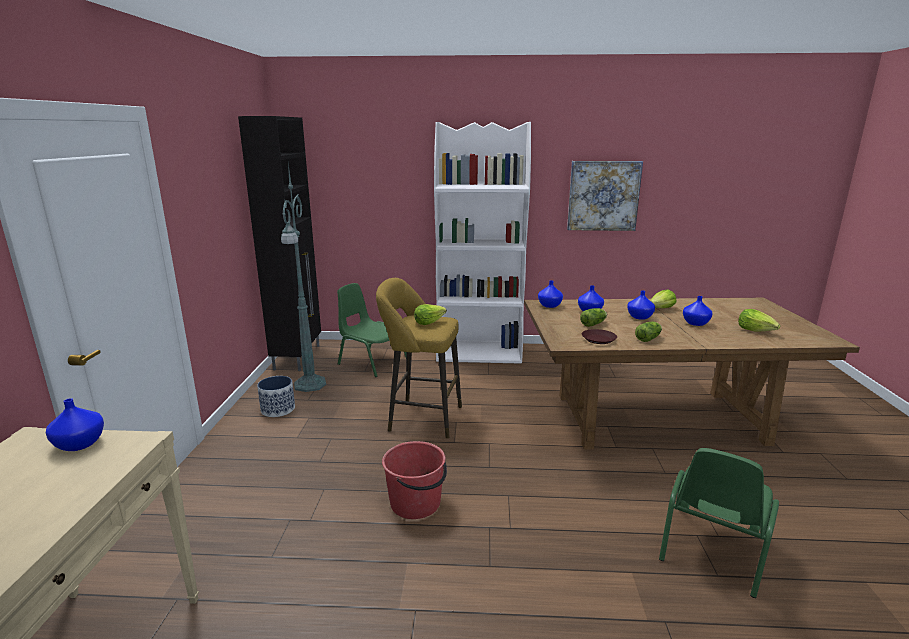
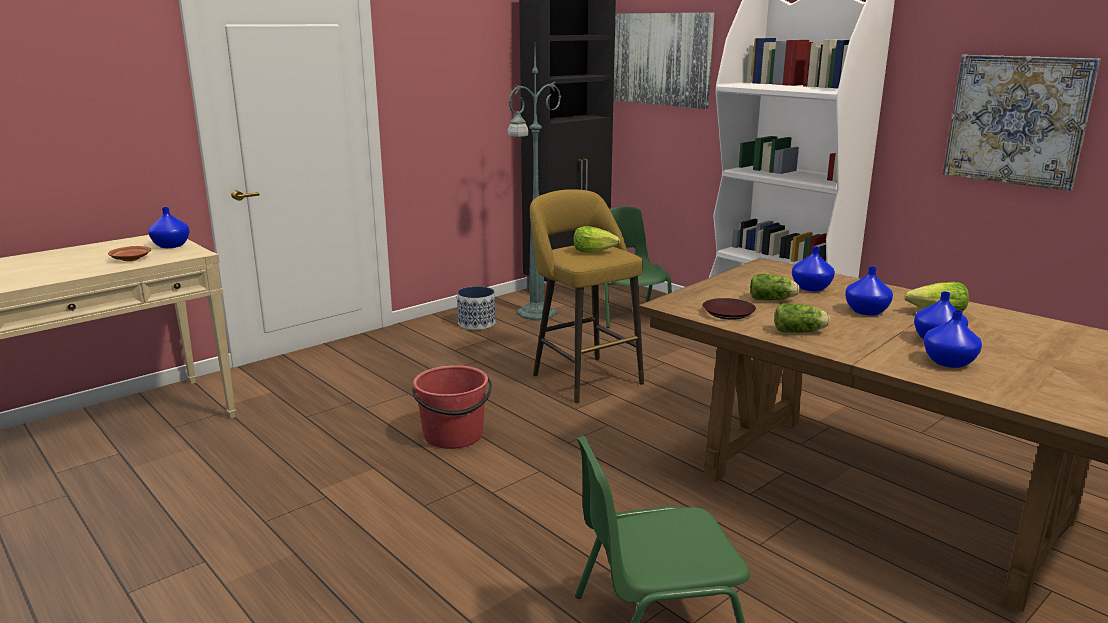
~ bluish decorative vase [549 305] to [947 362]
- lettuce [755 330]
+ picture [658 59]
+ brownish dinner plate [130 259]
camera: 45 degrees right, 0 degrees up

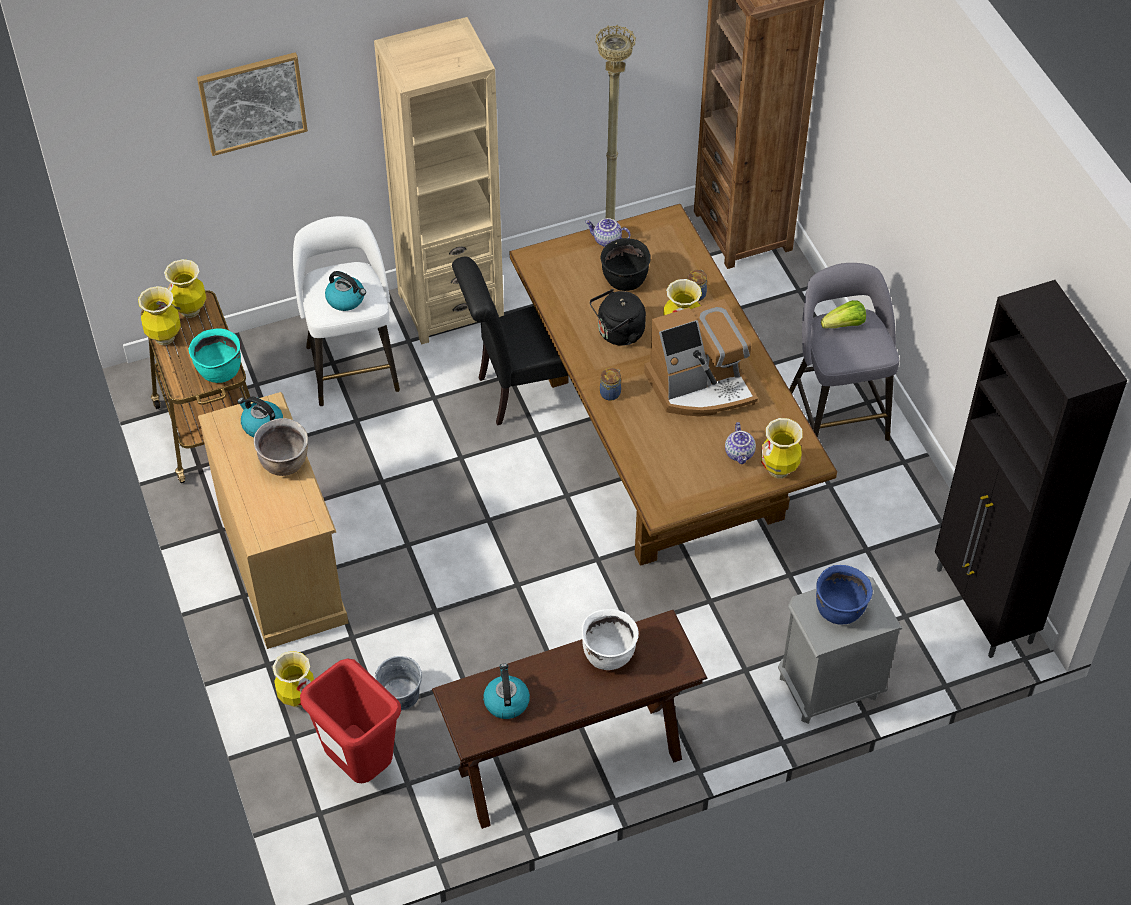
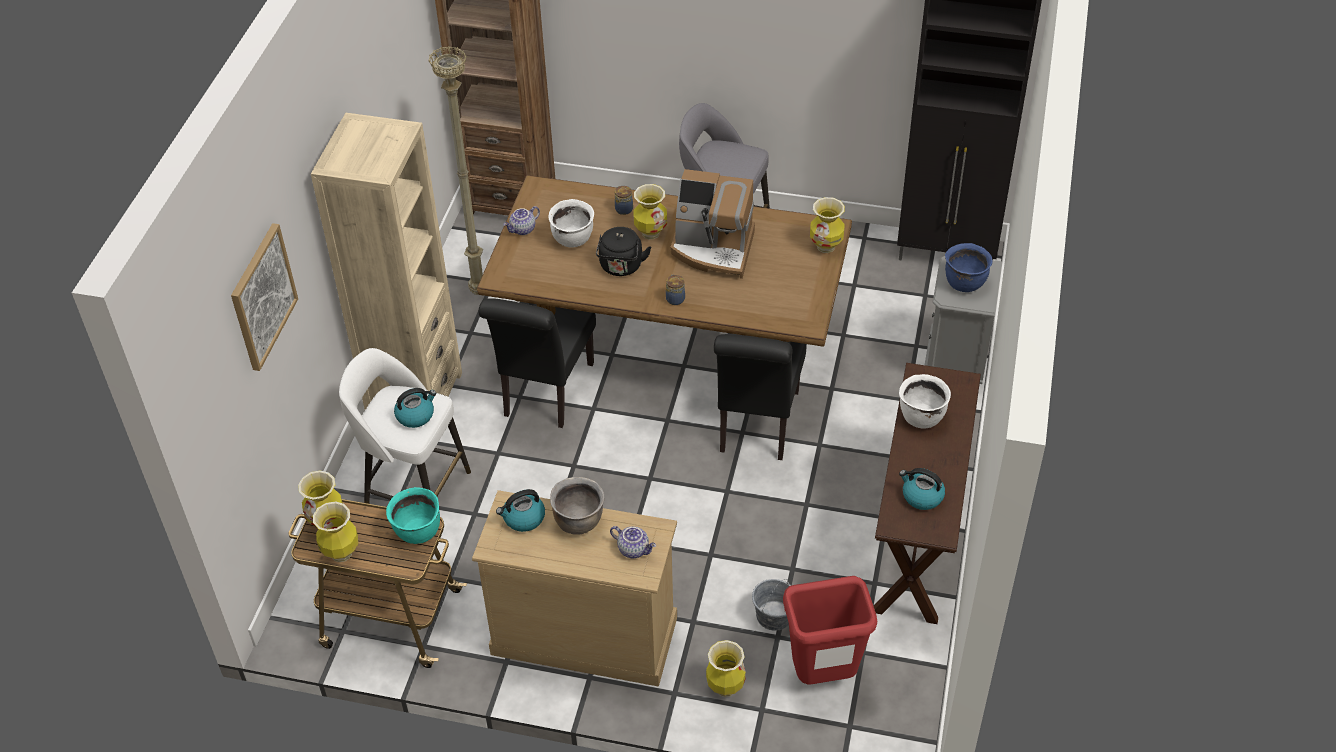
~ black-coloured cooking pot [625 281] to white cooking pot [573 239]
~ coffee machine [700 386] = [713 249] 90 degrees clockwise
- lettuce [844 325]
~ teapot [740 453] to [634 549]
+ black-coloured chair [757 426]
camera: 55 degrees left, 5 degrees down

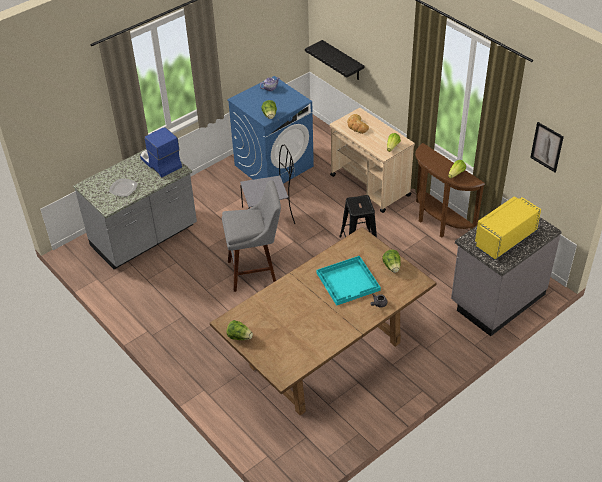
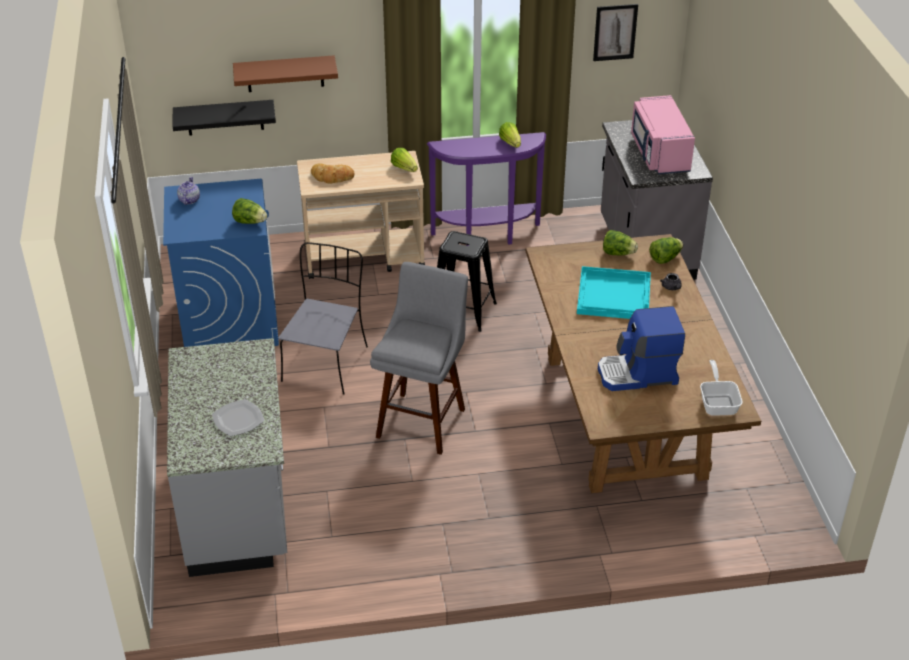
~ coffee machine [160 163] to [638 374]
~ brownish console table [438 224] to purplish console table [487 236]
~ yellow microwave oven [504 239] to pink microwave oven [659 153]
~ lettuce [239 337] to [665 258]
+ brownish shelf [285 74]
+ frying pan [718 402]
camera: 60 degrees left, 5 degrees down

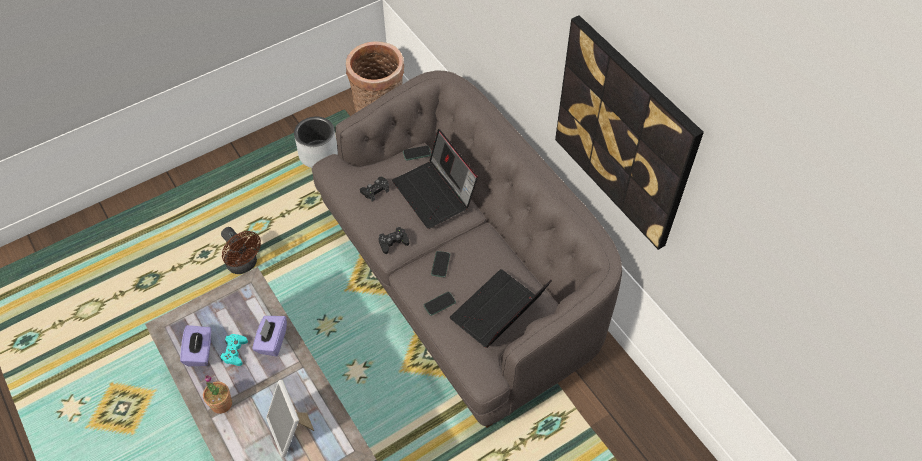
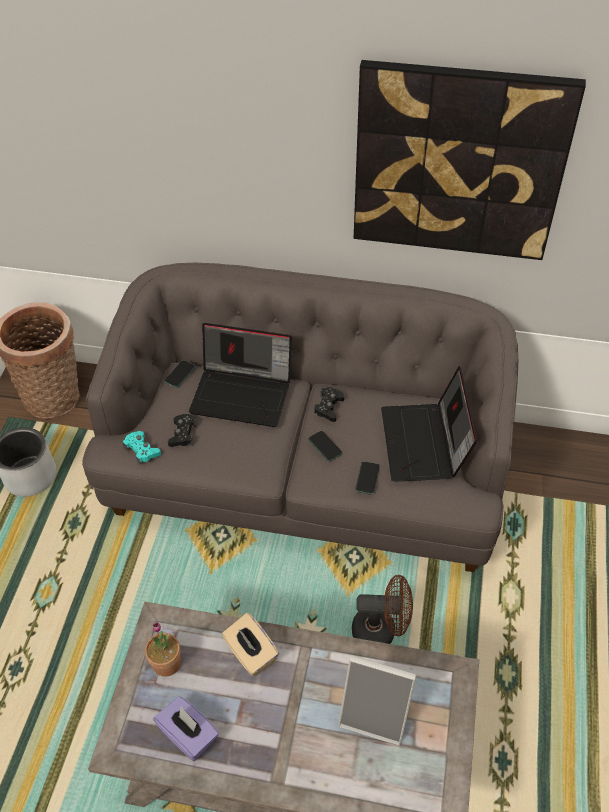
~ brownish fan [244 265] to [381 630]
~ black-coloured game controller [393 242] to [328 407]
~ purplish box of tissues [272 341] to beige-coloured box of tissues [251 654]
~ turquoise game controller [234 352] to [142 450]
~ potted plant [221 404] to [166 663]
camera: 45 degrees left, 5 degrees down

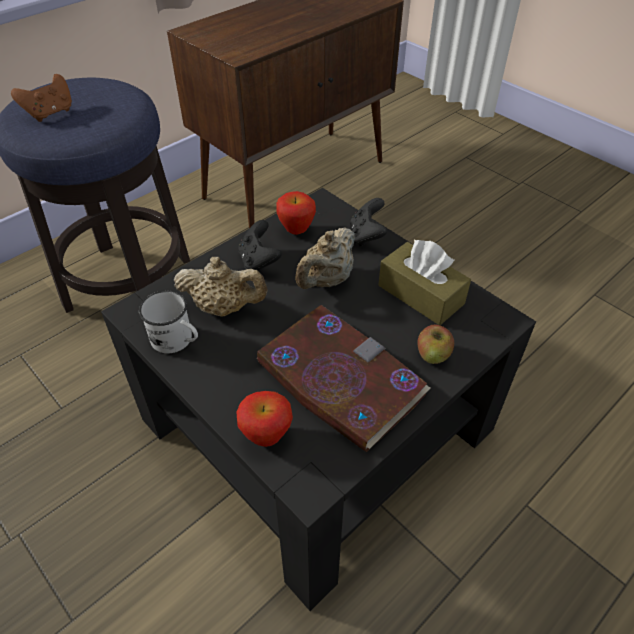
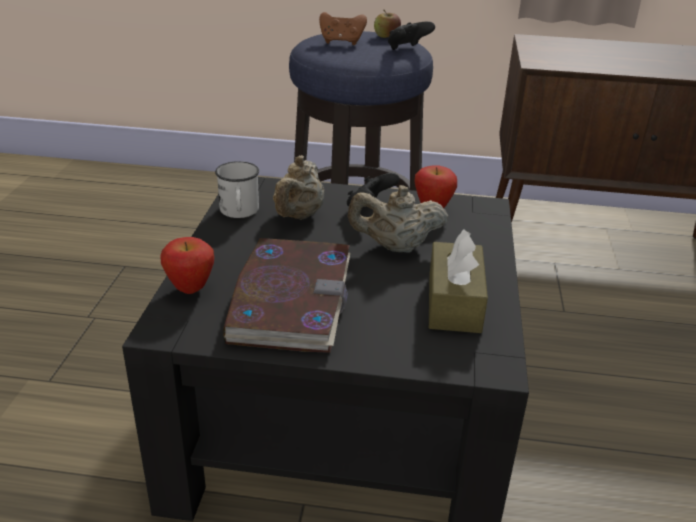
~ black-coloured game controller [366 236] to [407 49]
~ beige-coloured teapot [224 307] = [298 216] 45 degrees clockwise
~ whole apple [433 354] to [386 36]
camera: 50 degrees right, 15 degrees down

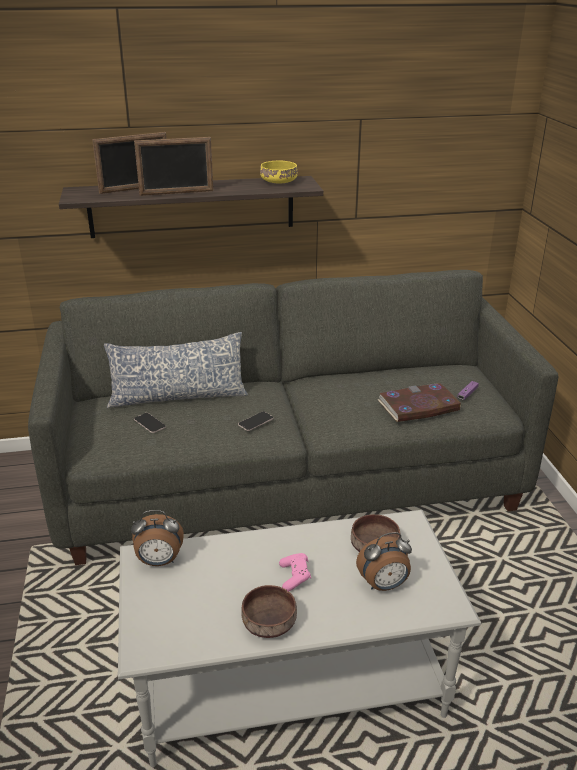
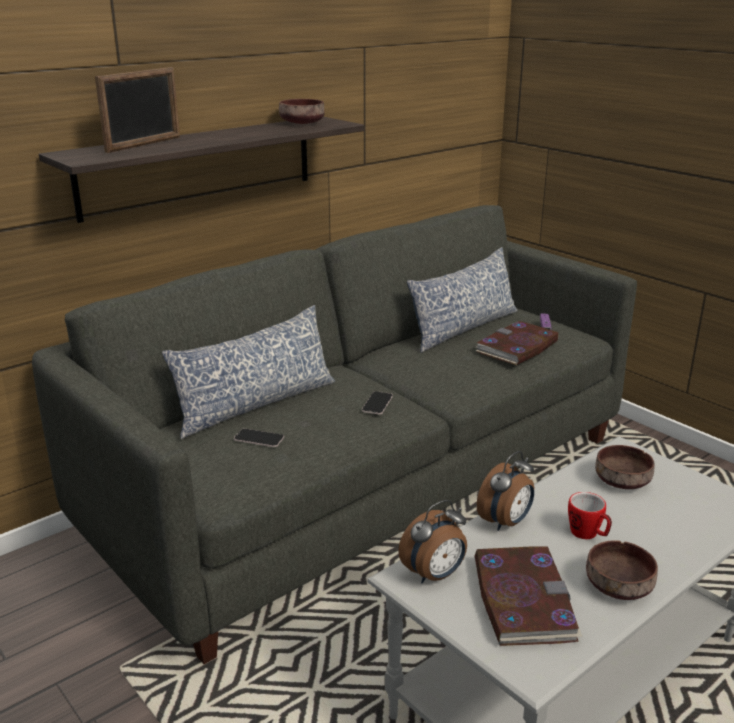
- photo frame [176 193]
~ yellow bowl [279 182] to brownish bowl [303 123]
~ bedside clock [384 585] to [506 522]
~ pink game controller [295 577] to mug [588 534]
+ throw pillow [463 328]
+ book [522 599]
camera: 30 degrees left, 5 degrees down

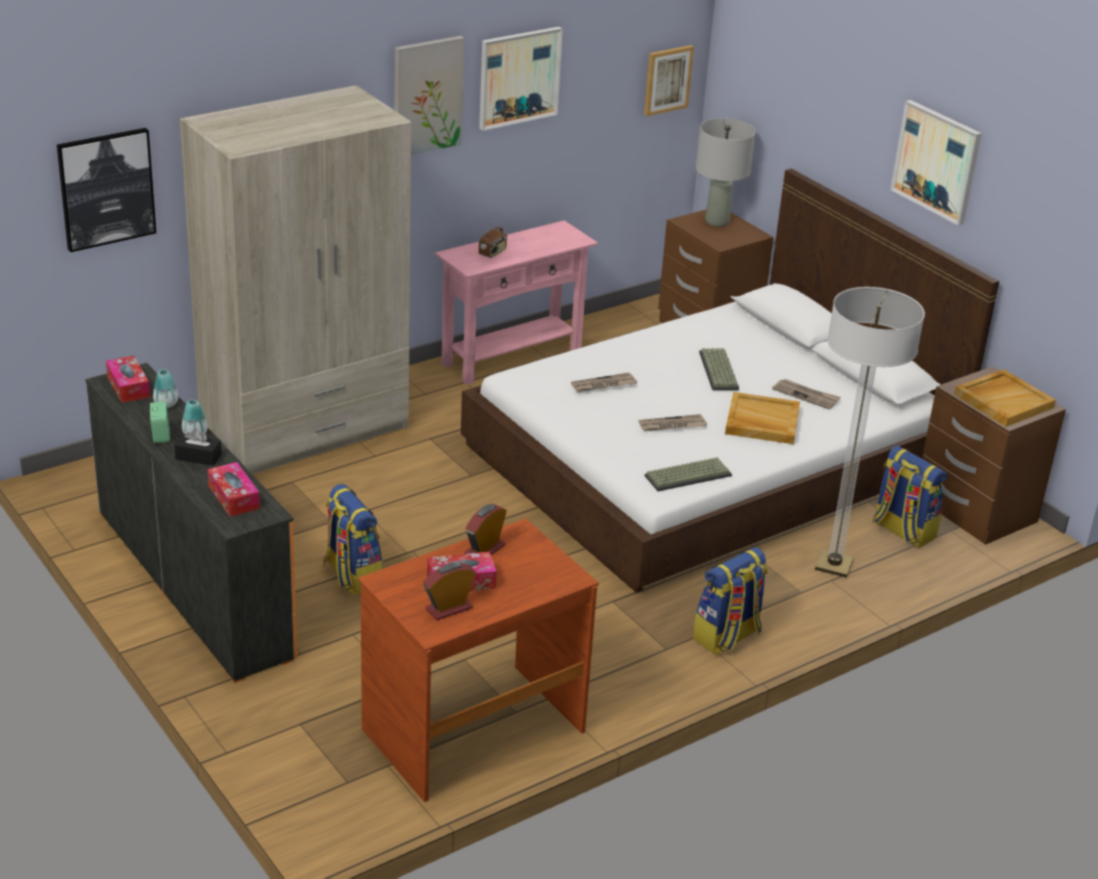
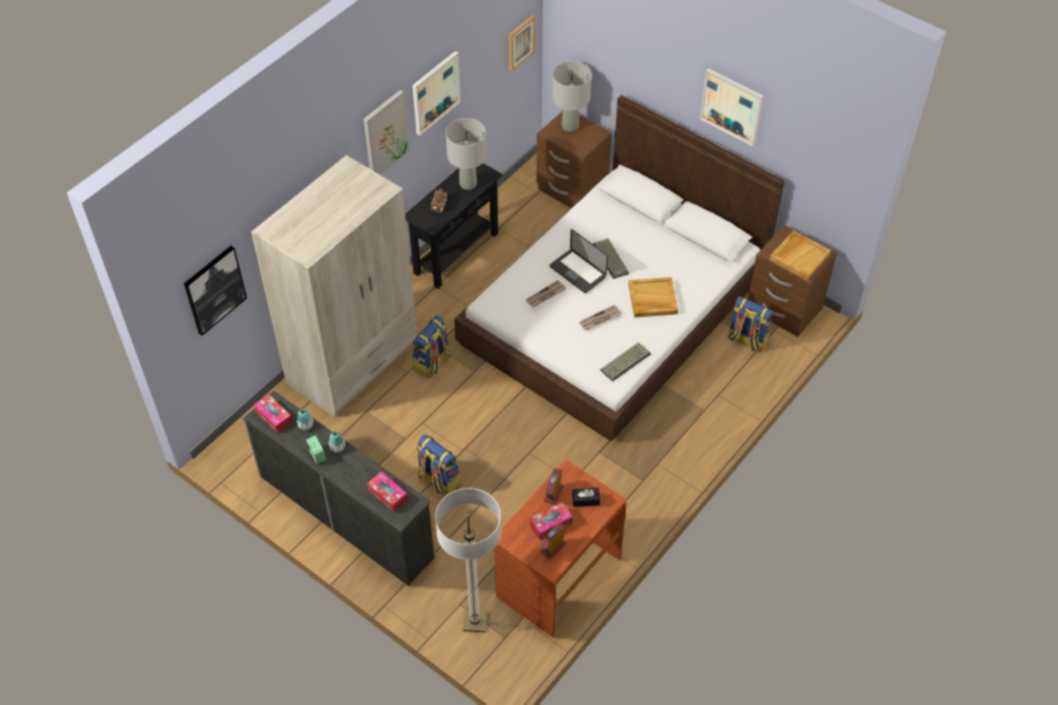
~ pink console table [512 357] to black-coloured console table [456 253]
~ standard lamp [834 565] to [475 621]
- newspaper [806 395]
~ black-coloured box of tissues [198 457] to [586 500]
~ knapsack [727 637] to [432 363]
+ gray lamp for a table [468 184]
+ portable computer [577 272]
camera: 15 degrees left, 20 degrees up

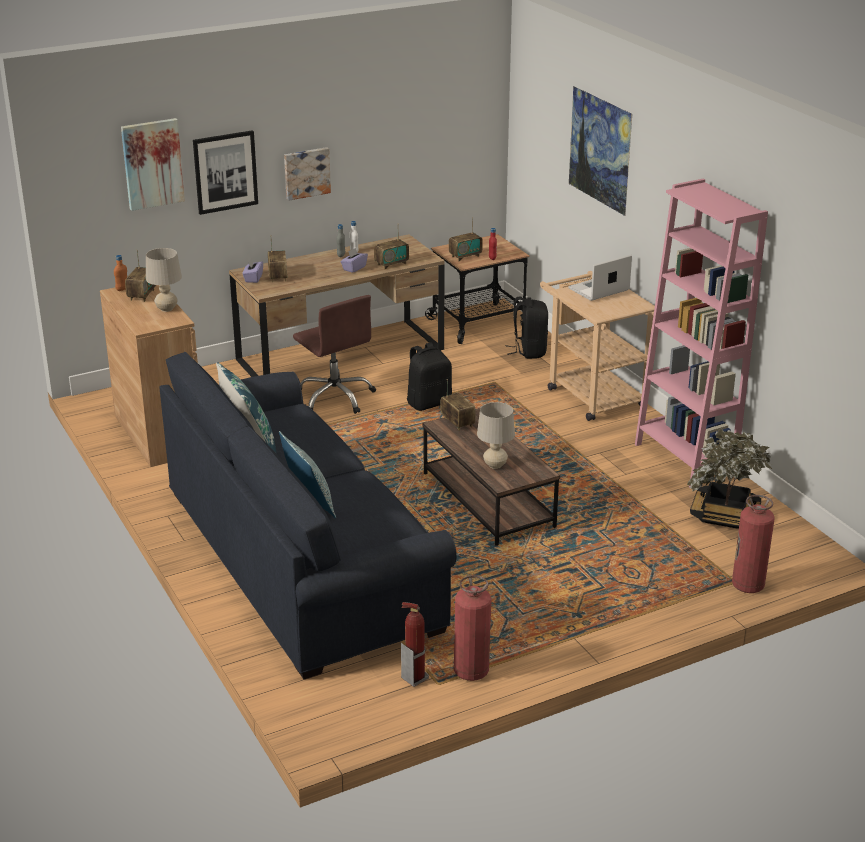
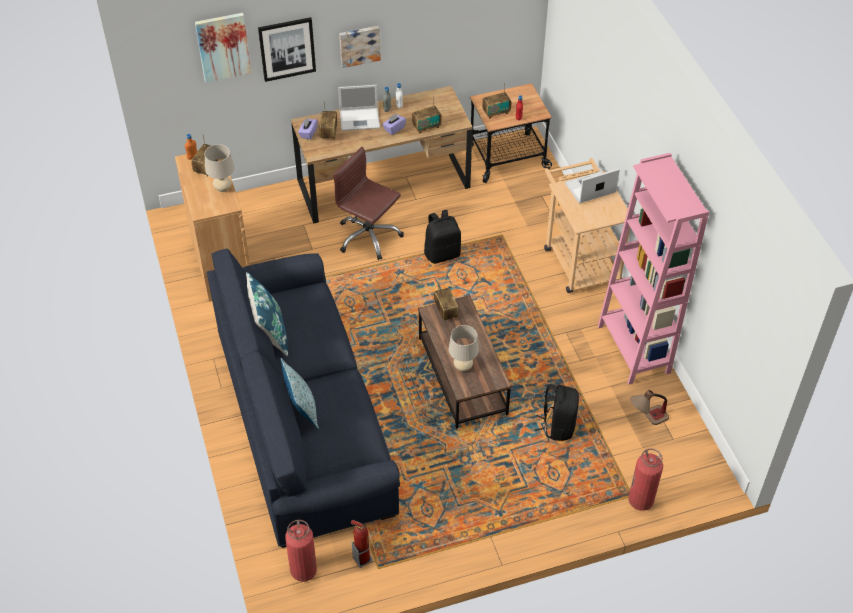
- picture [597 175]
~ brownish desk chair [335 397] = [368 237] 150 degrees clockwise
~ black-coloured knapsack [529 351] to [558 426]
~ potted plant [725 515] to lamp for a table [646 420]
~ fire-fighting cylinder [471 671] to [303 571]
+ portable computer [360 119]
camera: 10 degrees right, 20 degrees up

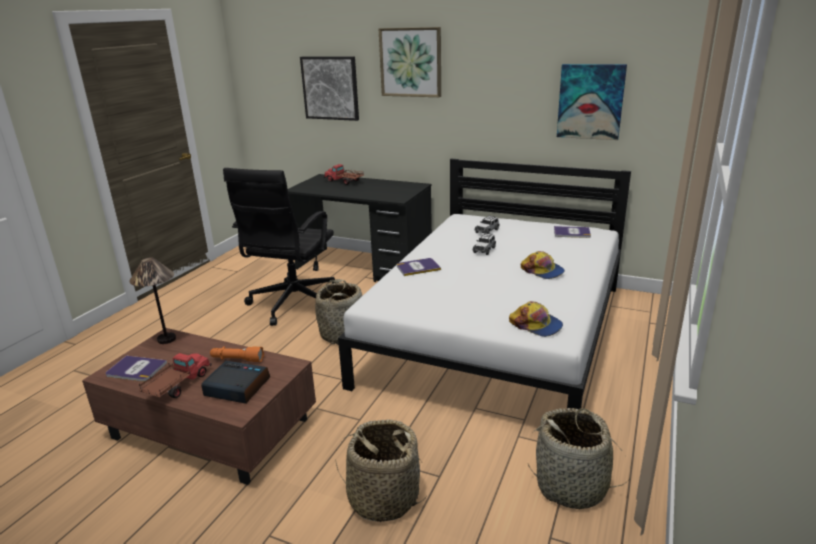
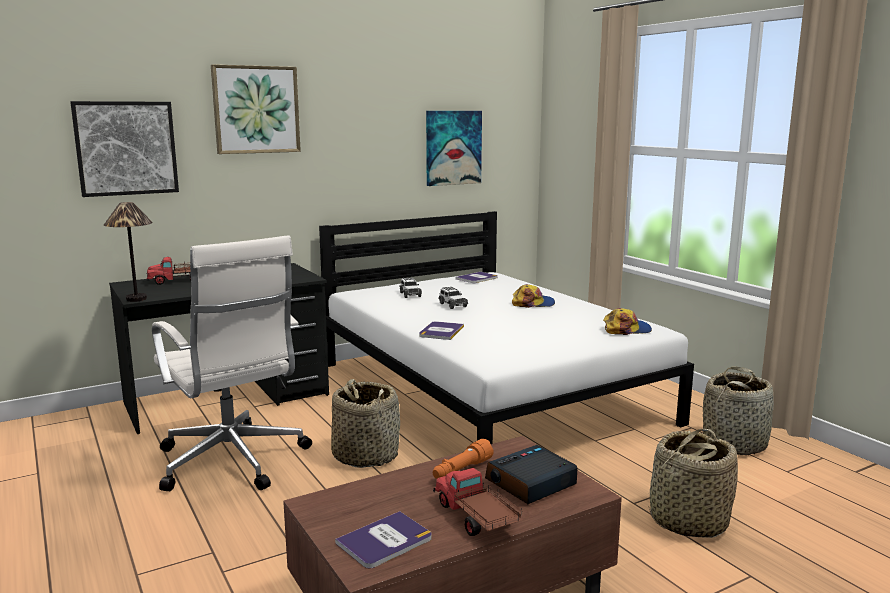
~ black-coloured desk chair [293 304] to white desk chair [233 462]
~ lamp for a table [166 339] to [136 299]
camera: 55 degrees left, 10 degrees down

